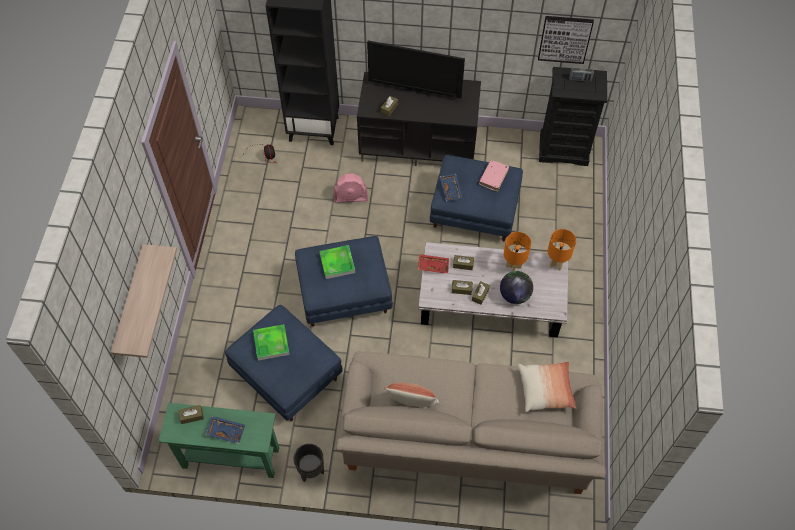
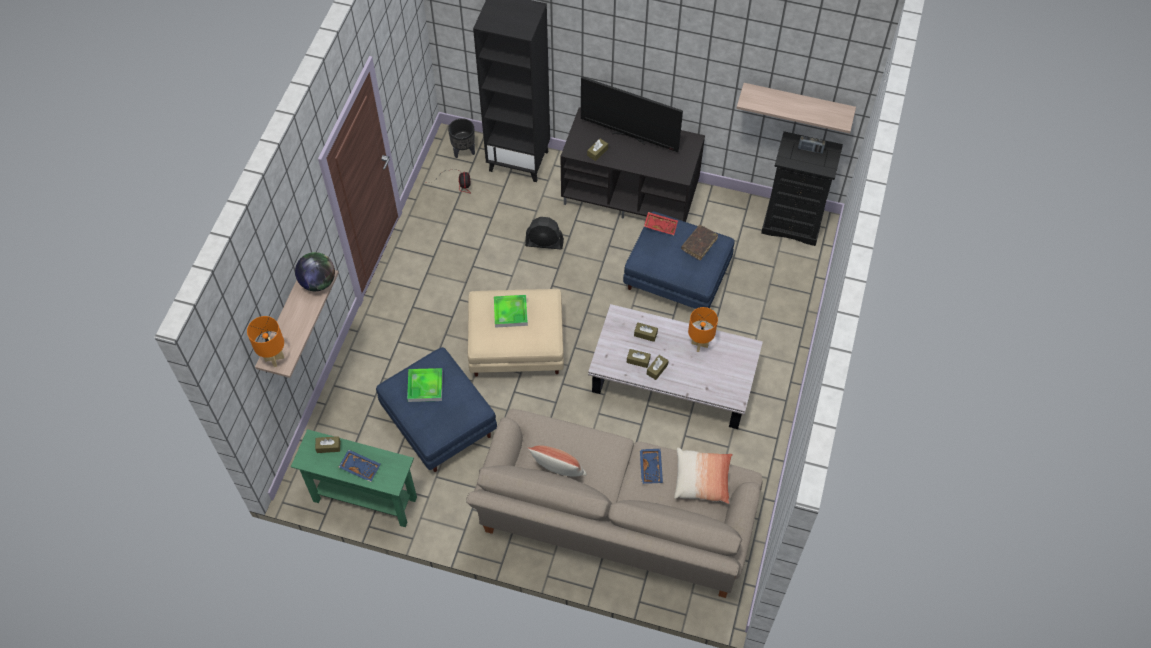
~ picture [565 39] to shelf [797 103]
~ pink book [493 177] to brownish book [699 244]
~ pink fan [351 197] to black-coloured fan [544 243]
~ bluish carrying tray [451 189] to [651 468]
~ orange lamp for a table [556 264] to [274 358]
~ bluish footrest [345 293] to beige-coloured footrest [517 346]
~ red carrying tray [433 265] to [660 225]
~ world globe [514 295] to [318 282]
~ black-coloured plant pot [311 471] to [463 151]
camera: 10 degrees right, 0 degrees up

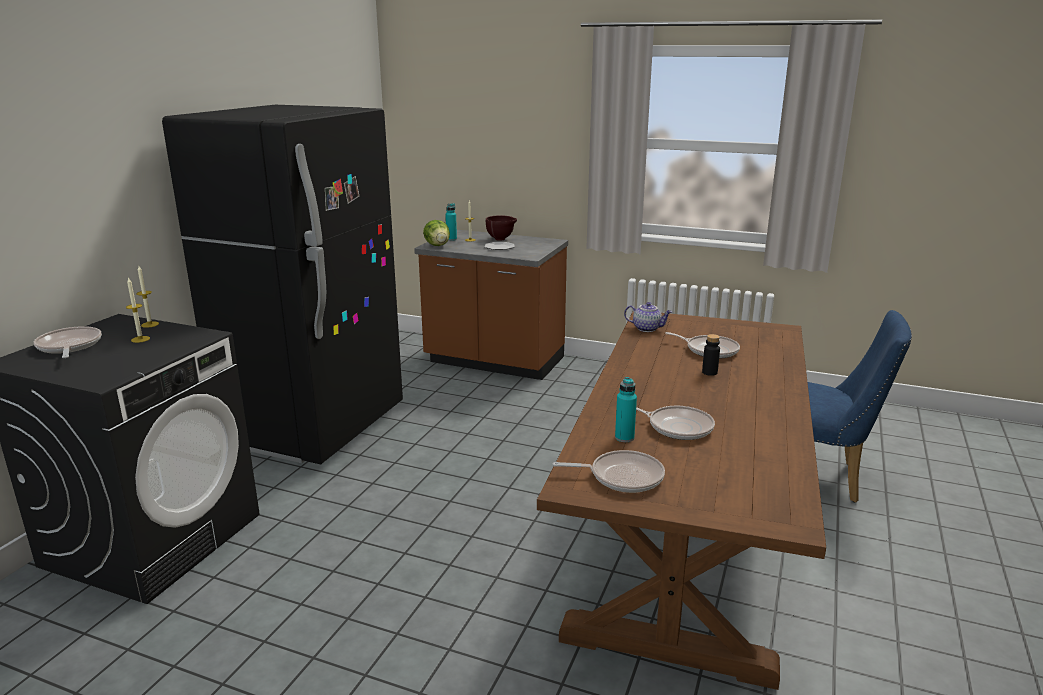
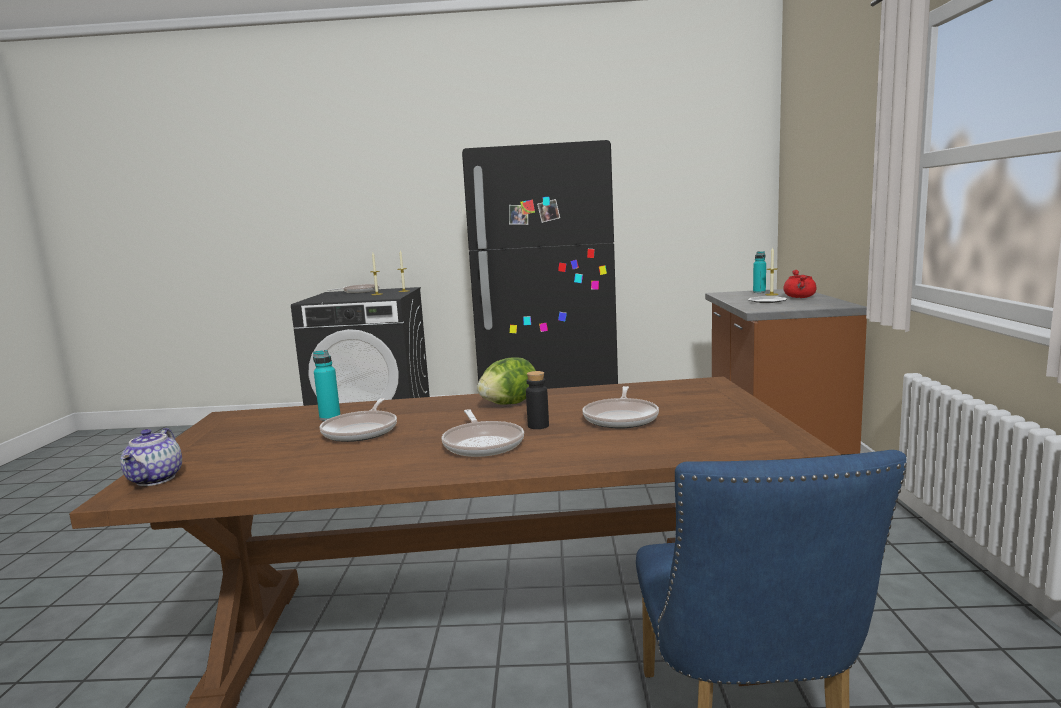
~ brownish bowl [501 239] to red cooking pot [800 297]
~ lettuce [437 245] to [509 404]
~ teapot [647 328] to [156 479]
~ frying pan [622 477] to [483 443]
camera: 70 degrees right, 10 degrees down

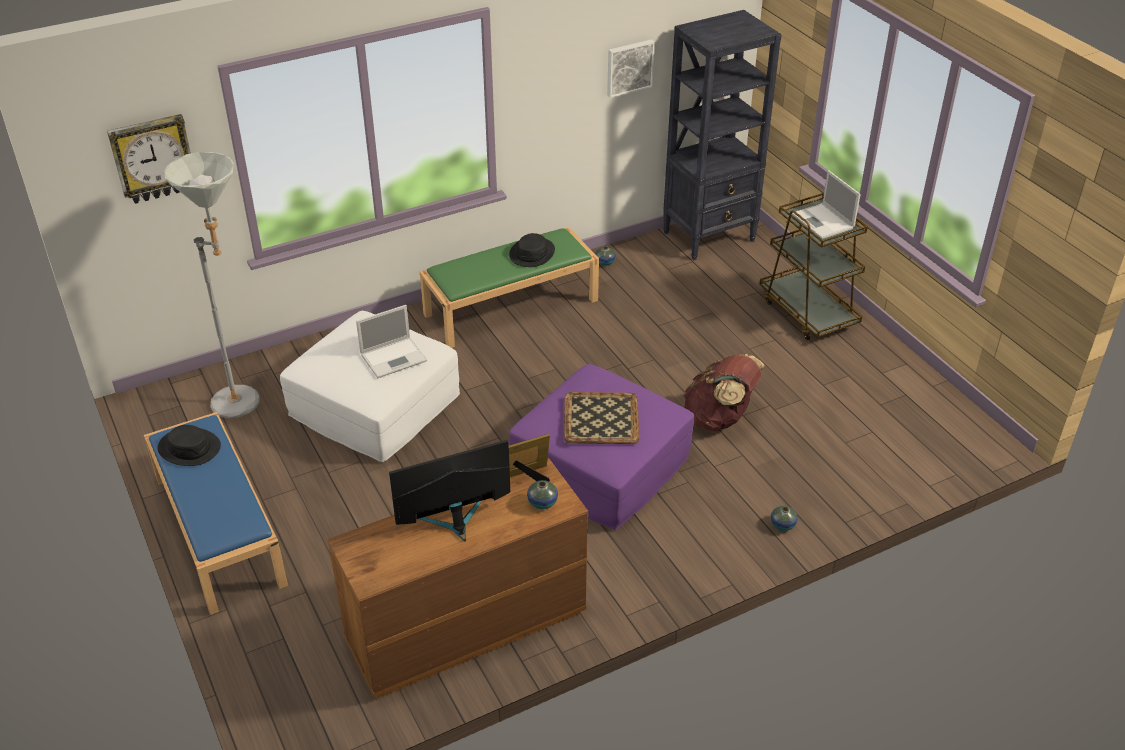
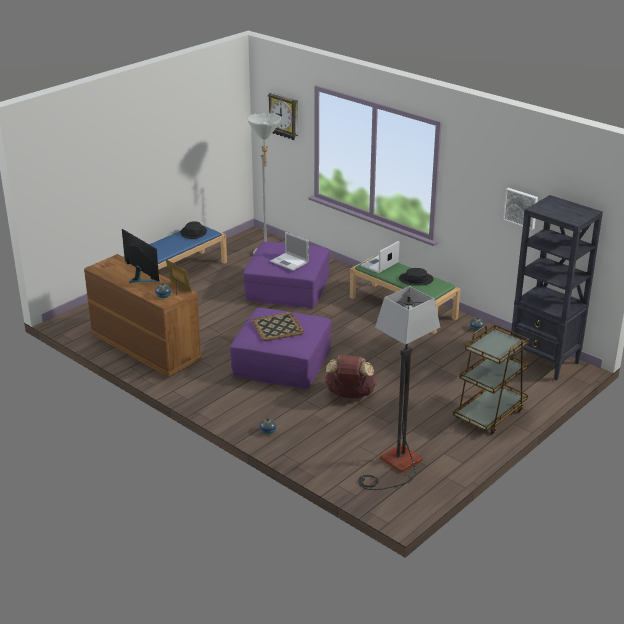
~ portable computer [823 222] to [379 265]
~ white footrest [374 405] to purplish footrest [287 288]
+ standard lamp [395 465]
camera: 70 degrees right, 10 degrees down

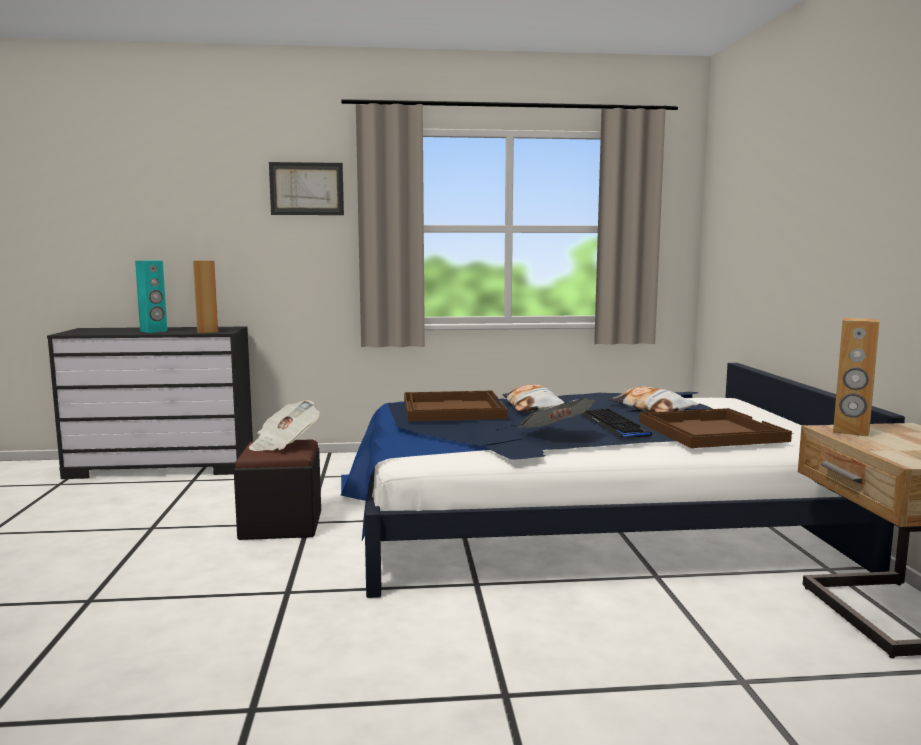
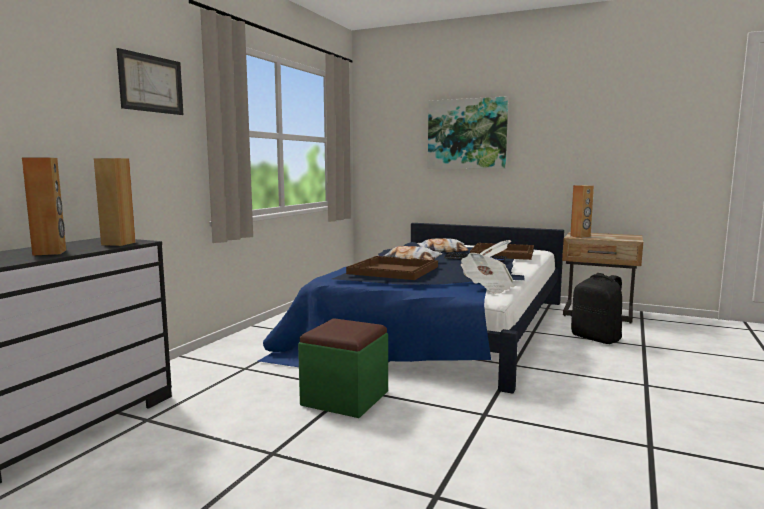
~ turquoise speaker [154 331] to brownish speaker [50 252]
~ newspaper [284 444] to [487 287]
~ black-coloured footrest [281 525] to greenish footrest [345 398]
+ picture [467 134]
+ black-coloured knapsack [597 338]
camera: 60 degrees left, 0 degrees up

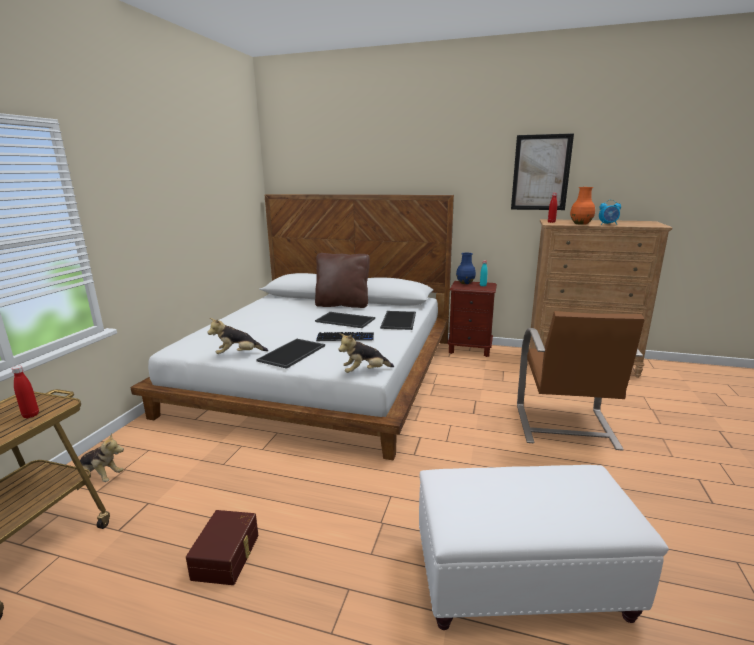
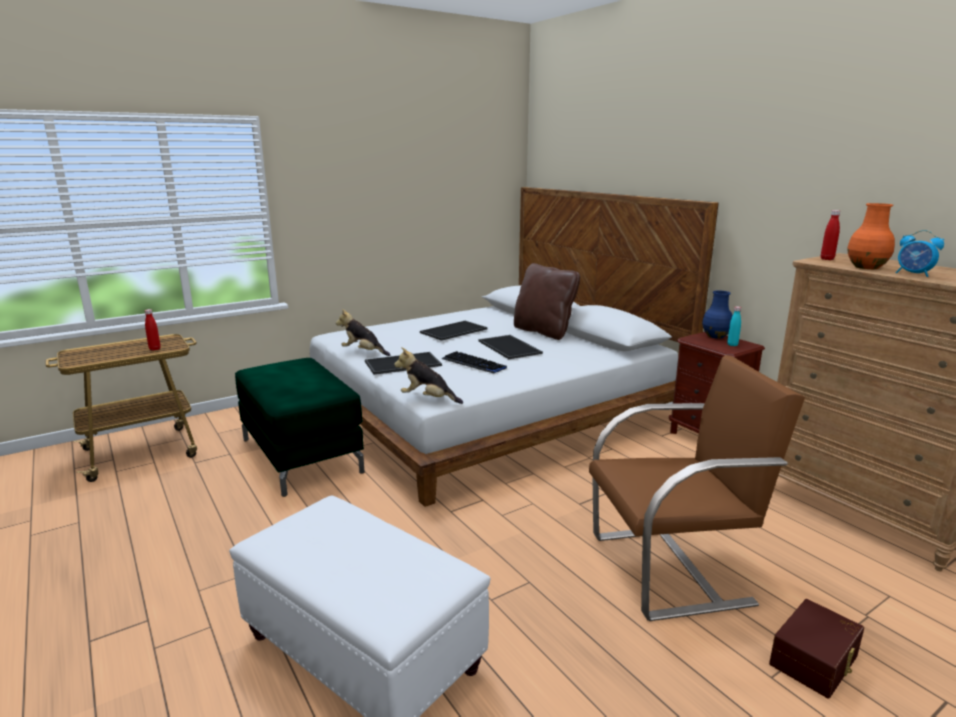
- picture [541 173]
~ carrying tray [399 320] to [454 331]
~ brownish armchair [565 426] = [671 568] 150 degrees counterclockwise
- cuddly toy [99 478]
~ brownish storage container [227 556] to [815 661]
+ greenish footrest [302 455]
camera: 40 degrees right, 0 degrees up

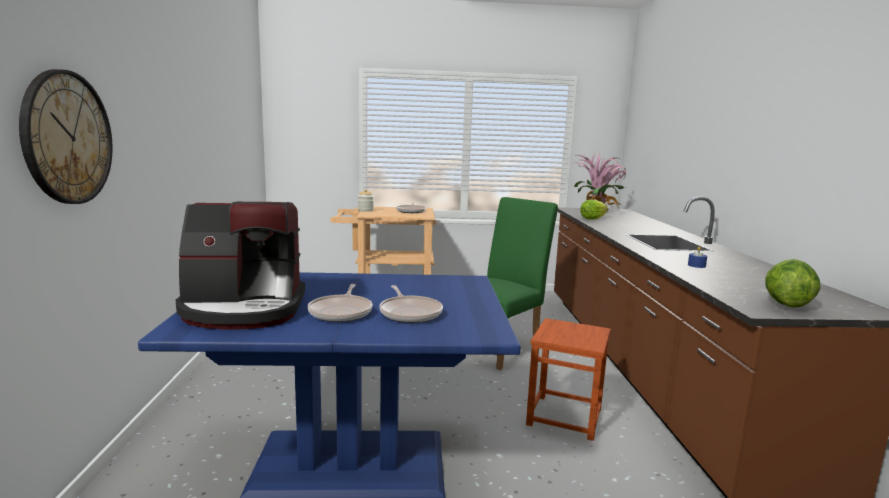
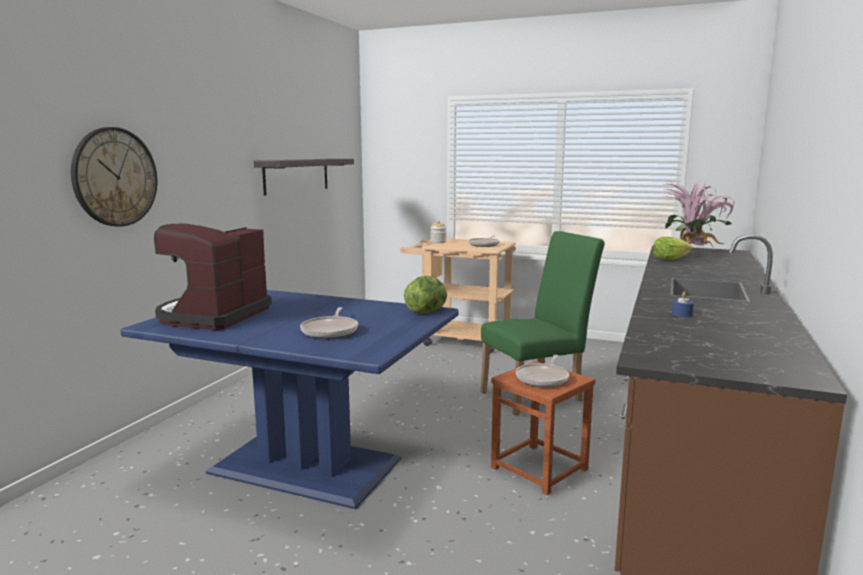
~ coffee machine [244 309] = [213 316] 90 degrees clockwise
~ lettuce [785 304] to [427 312]
~ frying pan [342 312] to [543 378]
+ shelf [297 175]
camera: 25 degrees right, 0 degrees up

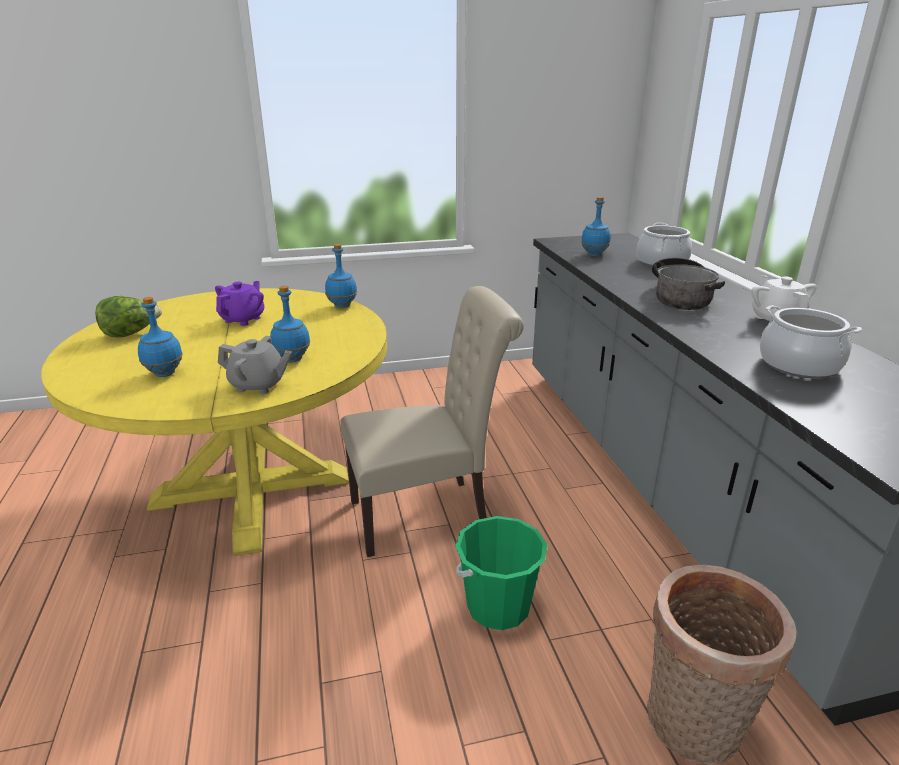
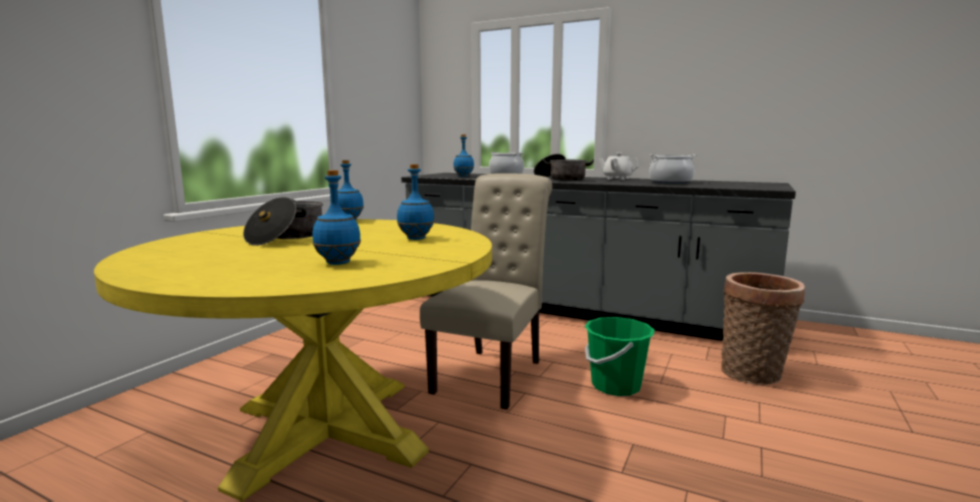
~ purplish teapot [243 319] to cooking pot [286 237]
- lettuce [131 334]
- gray teapot [258 385]
camera: 50 degrees left, 15 degrees down

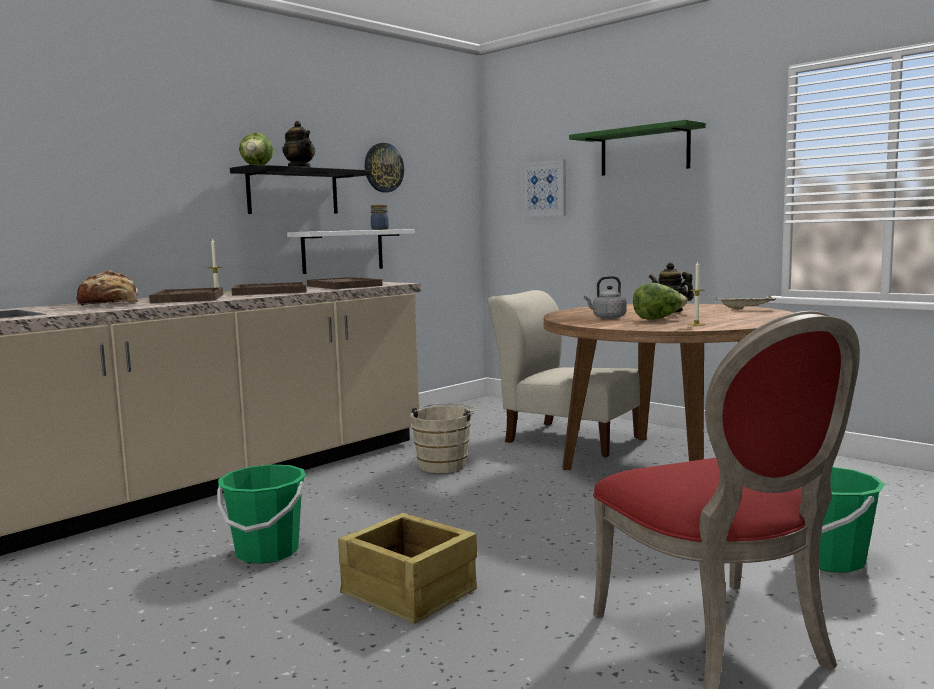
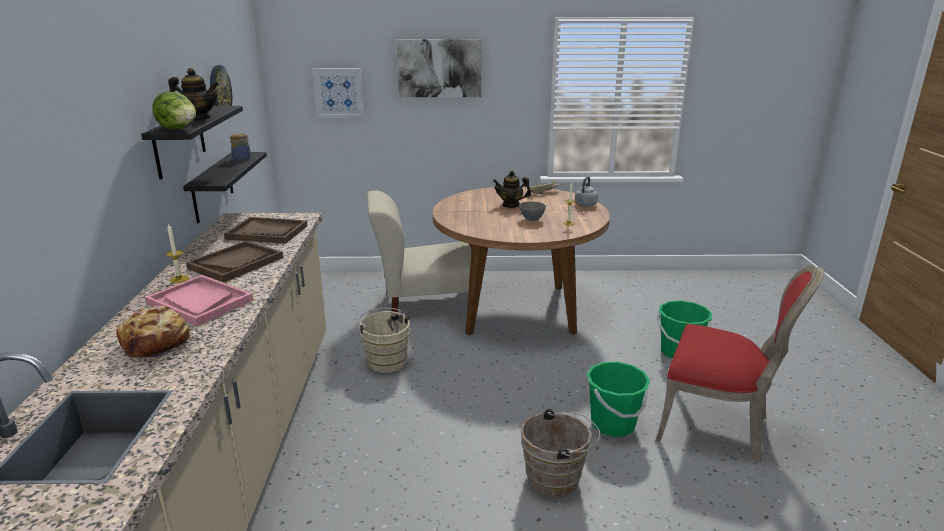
~ greenish shelf [644 151] to picture [439 68]
~ white shelf [343 251] to black-coloured shelf [212 187]
~ gray tea kettle [607 317] to [585 205]
~ lettuce [658 319] to gray bowl [531 219]
~ brownish carrying tray [188 298] to pink carrying tray [199 302]
~ greenish pail [267 552] to [613 424]
~ packing crate [409 593] to brownish pail [557 479]
camera: 45 degrees left, 15 degrees up

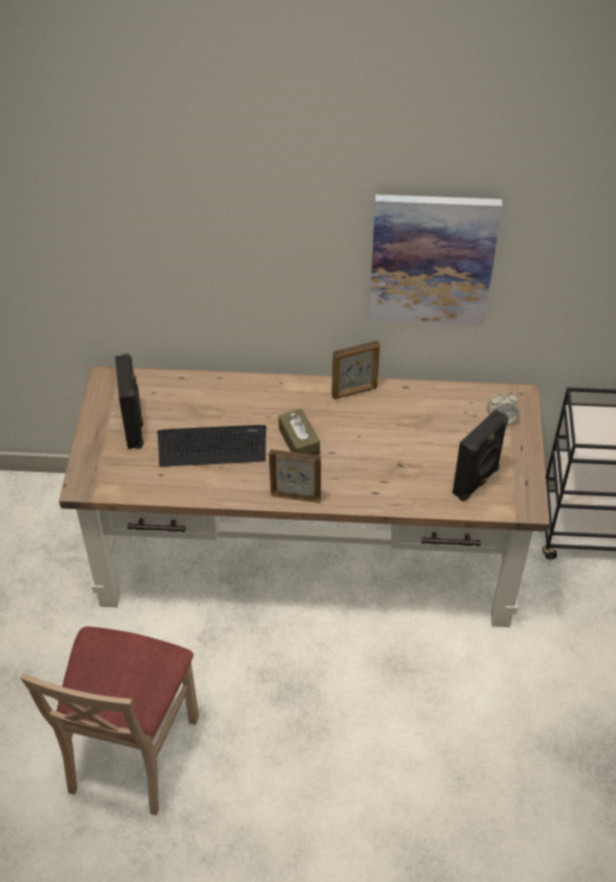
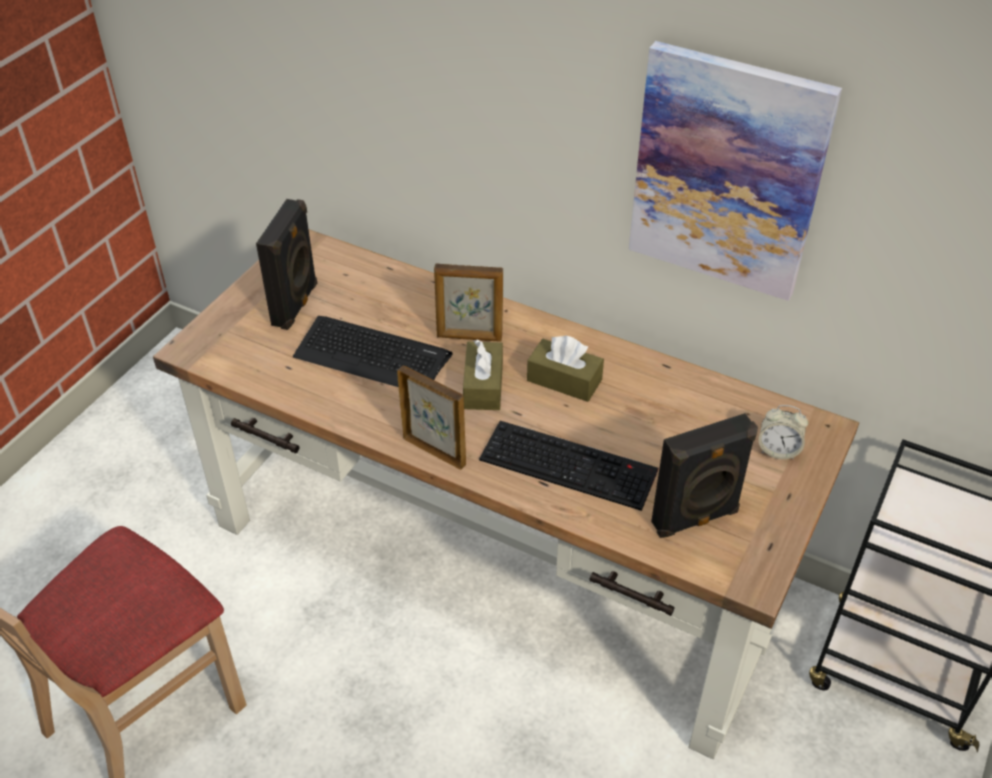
~ photo frame [354 392] to [469 337]
+ brownish box of tissues [564 380]
+ computer keyboard [571 464]
camera: 25 degrees right, 5 degrees down

